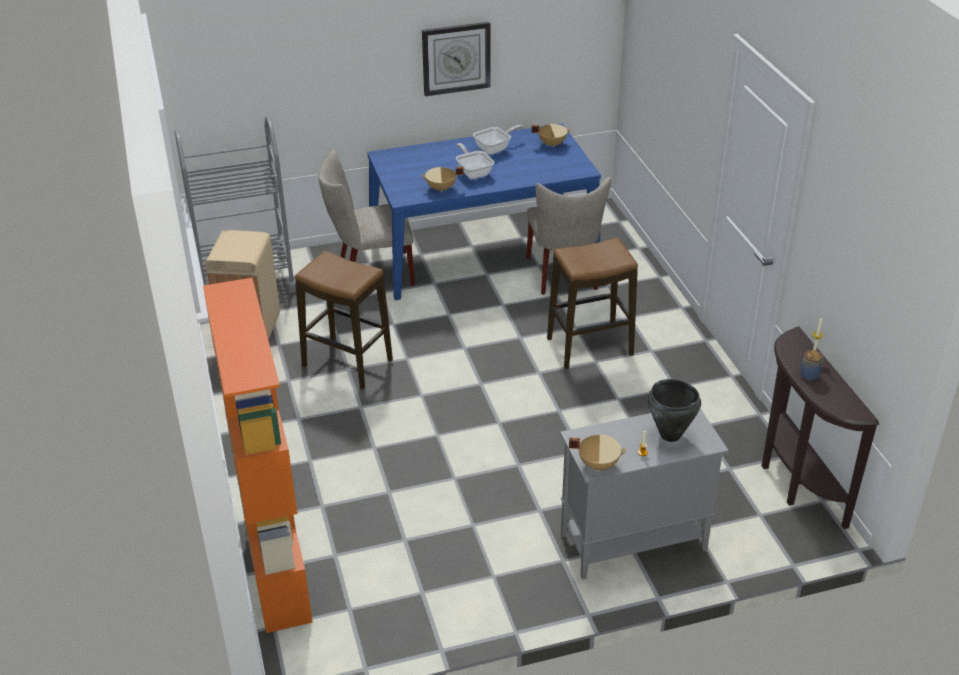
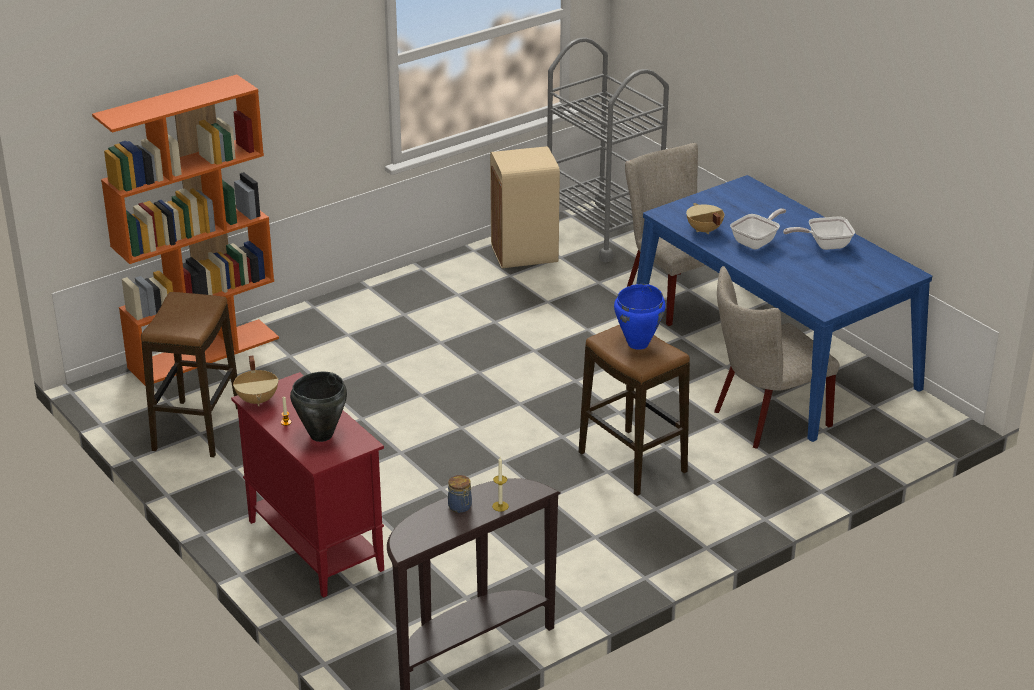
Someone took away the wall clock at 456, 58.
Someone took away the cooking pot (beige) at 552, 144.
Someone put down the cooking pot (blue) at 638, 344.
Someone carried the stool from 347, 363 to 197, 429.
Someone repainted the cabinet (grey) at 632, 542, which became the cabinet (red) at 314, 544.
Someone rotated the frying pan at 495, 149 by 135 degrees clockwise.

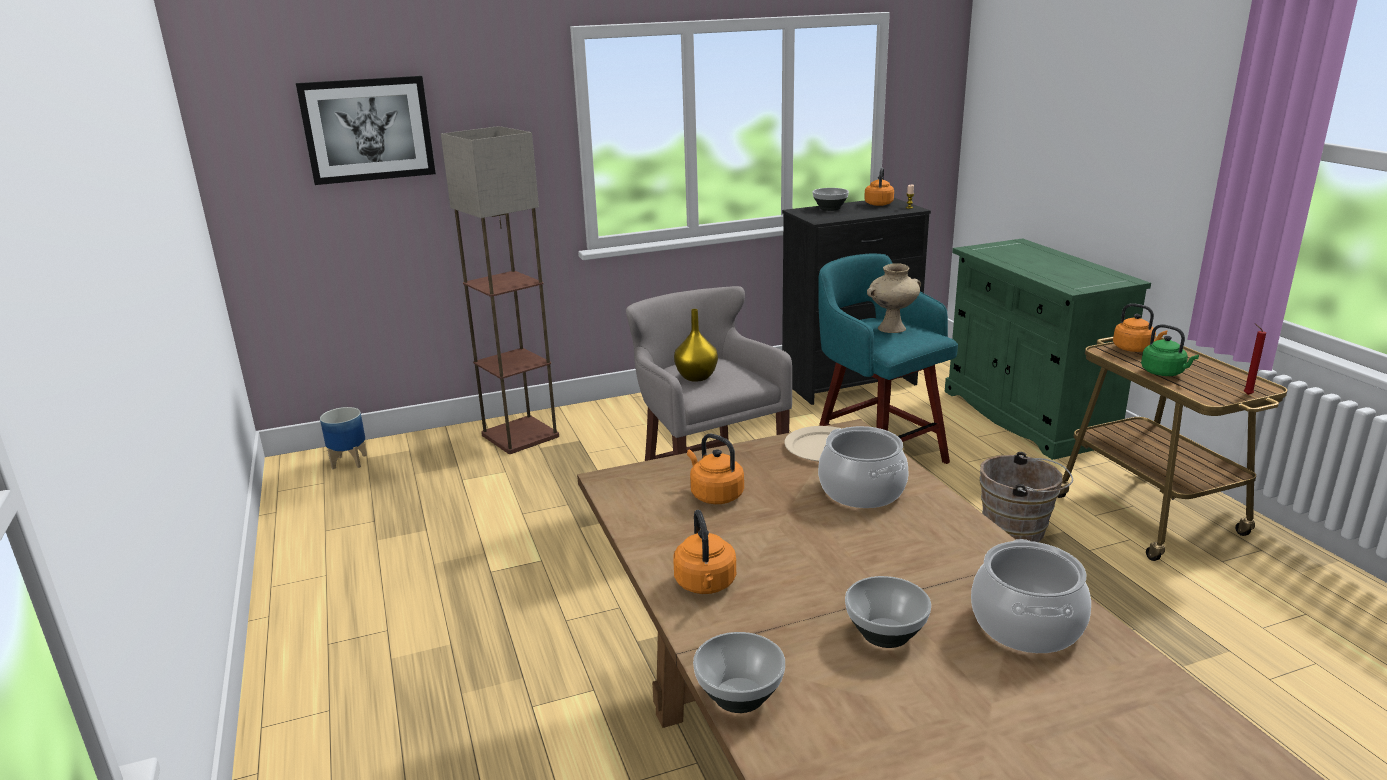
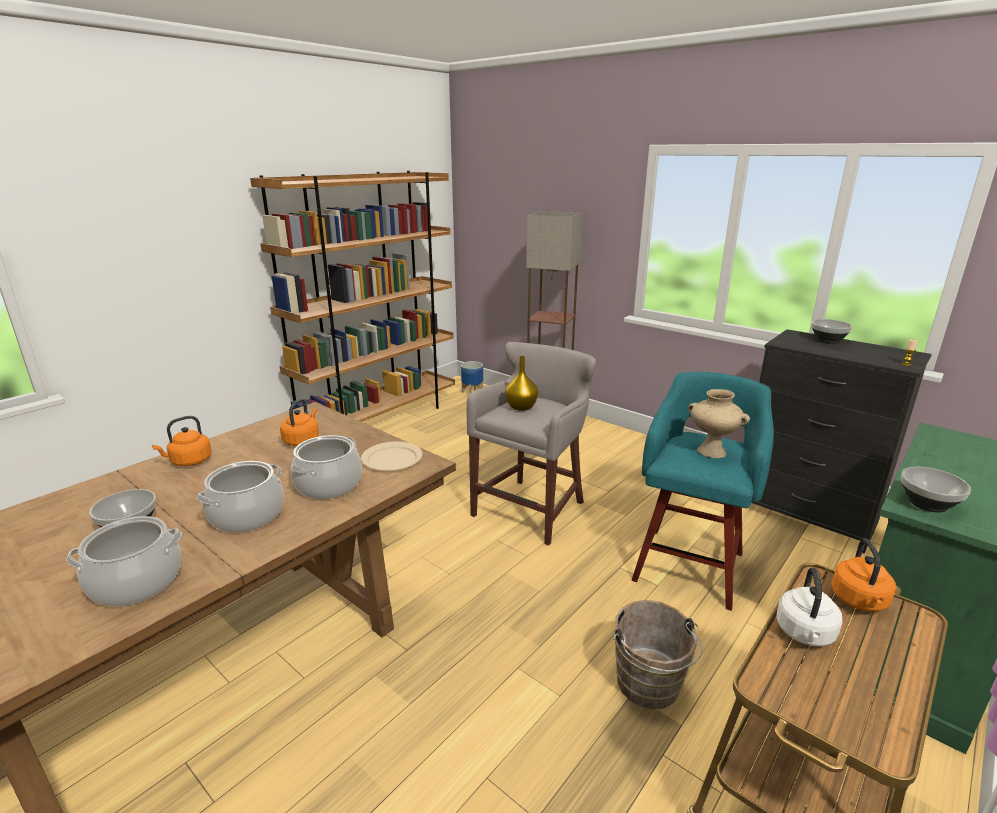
Someone took away the picture at 368, 129.
Someone took away the kettle (orange) at 879, 204.
Someone took away the candle (red) at 1246, 394.
Someone put down the cooking pot at 247, 515.
Someone put down the bookcase (brown) at 380, 419.
Someone carried the bowl from 738, 695 to 926, 503.
Someone repainted the kettle (green) at 1164, 373, which became the kettle (white) at 805, 634.

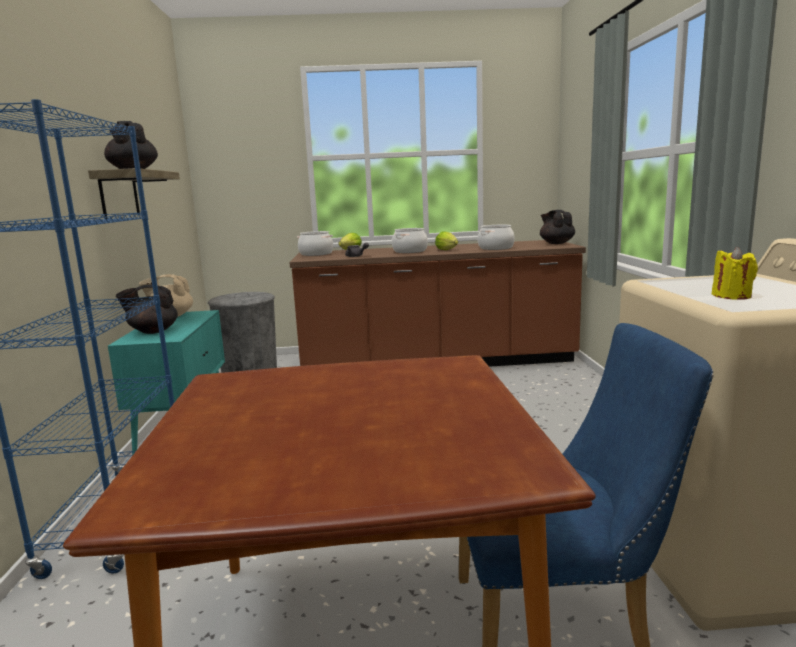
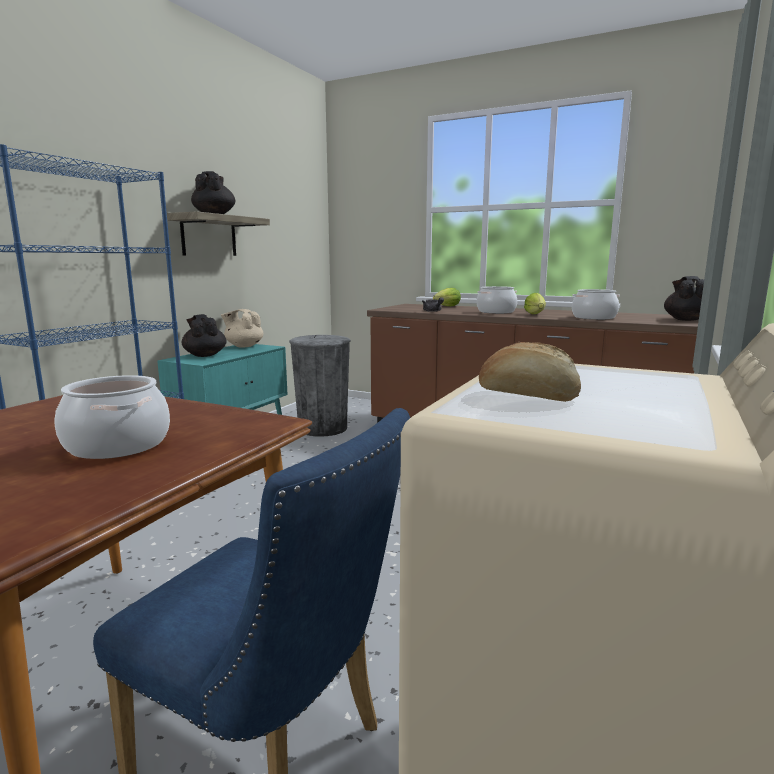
Someone carried the cooking pot from 316, 254 to 118, 445.
Someone swapped the candle (yellow) at 731, 296 for the bread at 527, 395.
Someone rotated the teapot (black) at 152, 331 by 45 degrees clockwise.

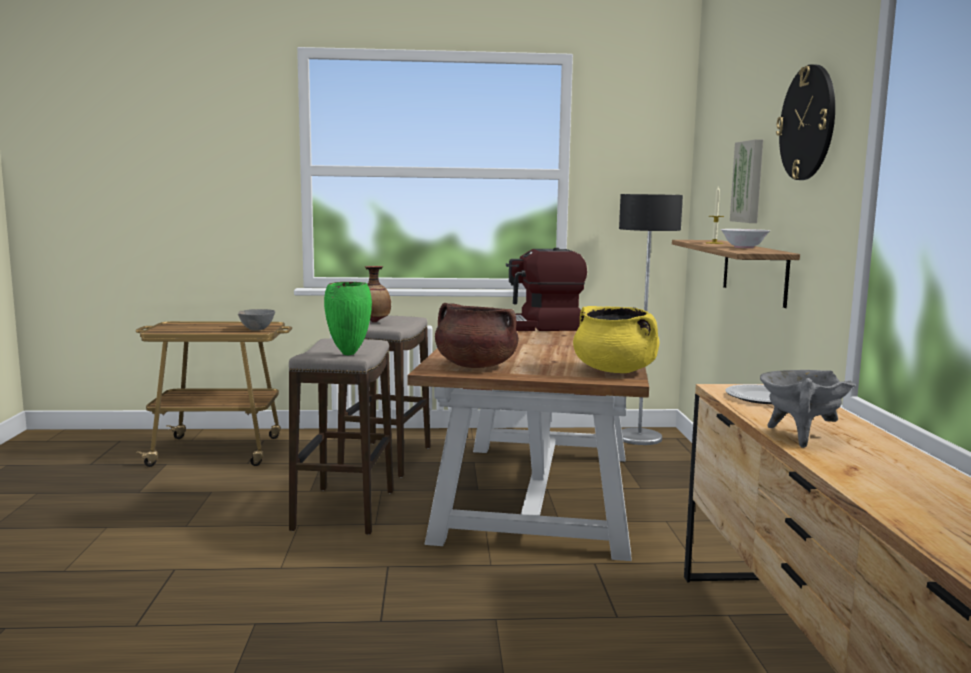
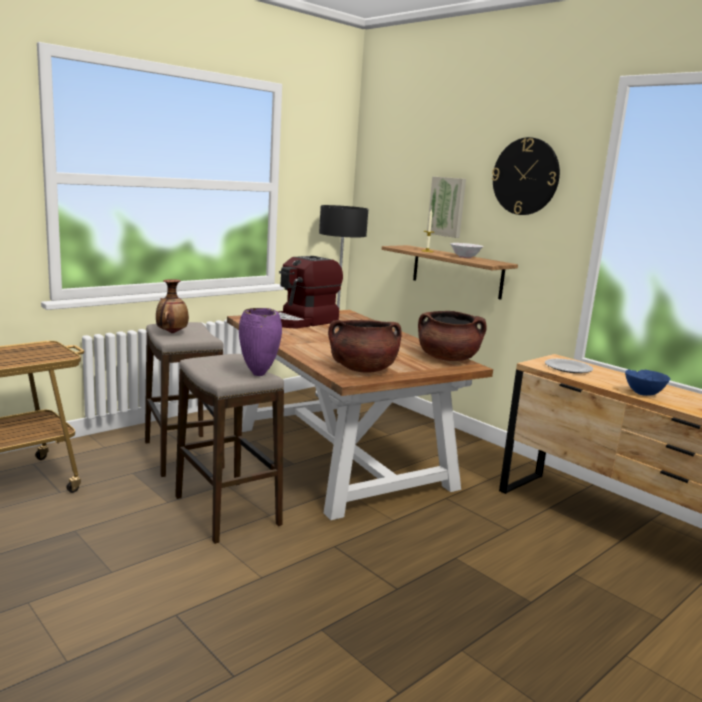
Someone took away the bowl (grey) at 256, 329.
Someone swapped the cooking pot (grey) at 800, 436 for the bowl (blue) at 643, 394.
Someone repainted the vase (green) at 349, 354, which became the vase (purple) at 259, 374.
Someone repainted the cooking pot (yellow) at 615, 371, which became the cooking pot (brown) at 448, 359.

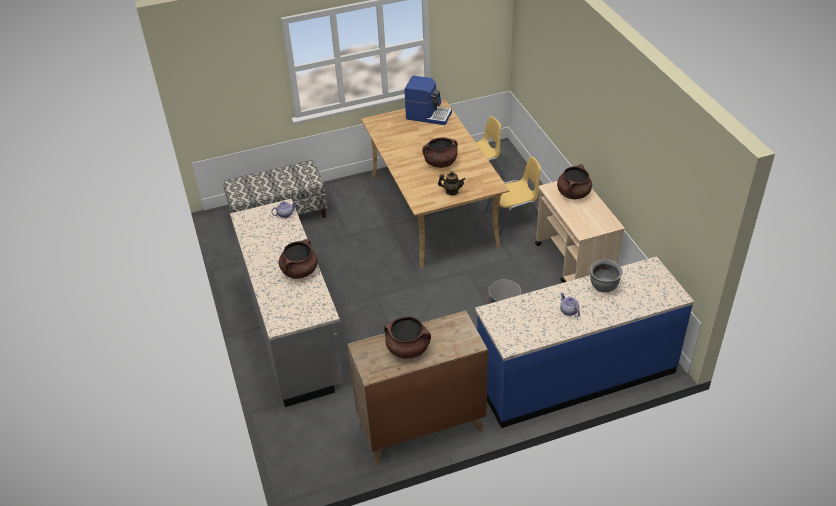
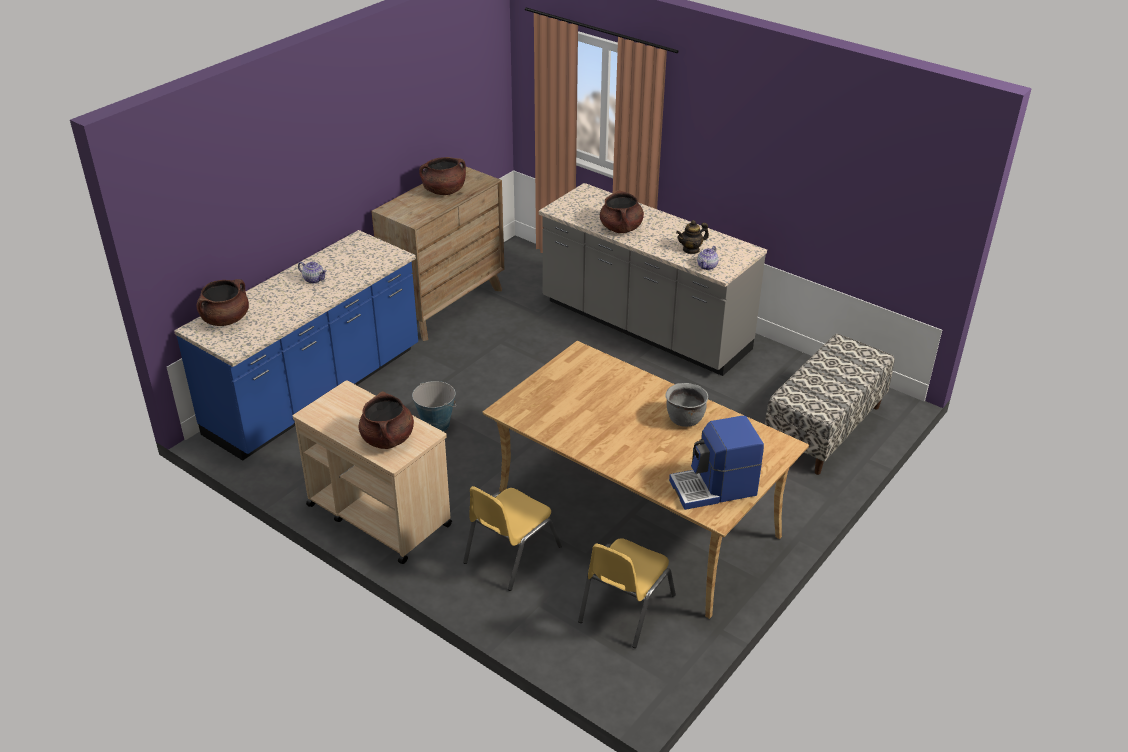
Someone carried the cooking pot (brown) from 440, 163 to 225, 319.
Someone carried the teapot from 451, 192 to 691, 249.
Someone carried the cooking pot (grey) from 604, 286 to 684, 419.

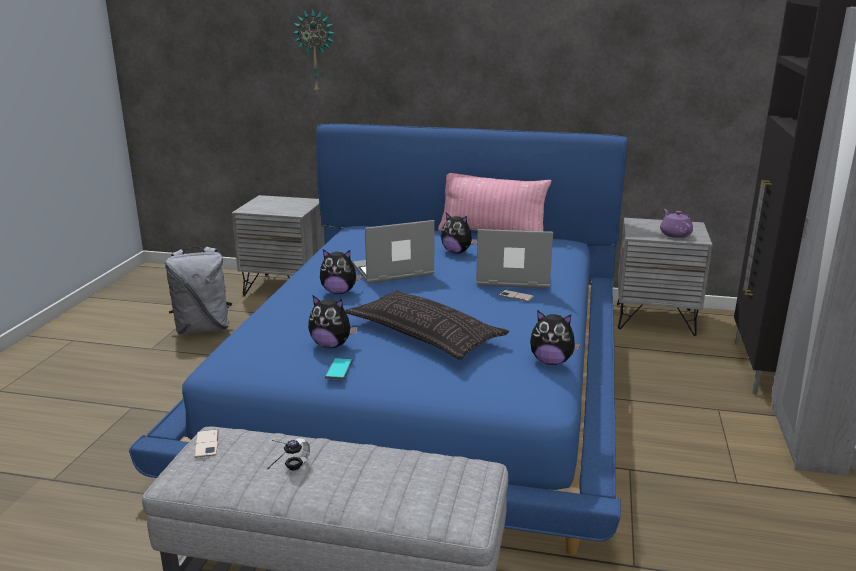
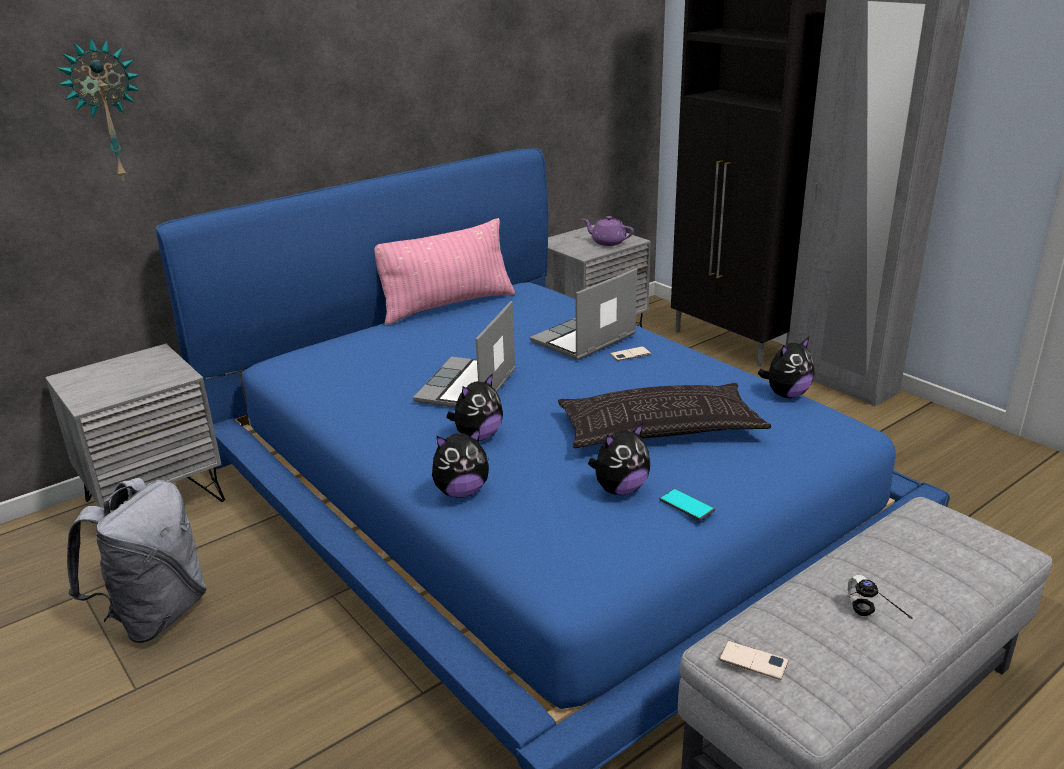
Someone carried the plush toy from 457, 252 to 461, 492.

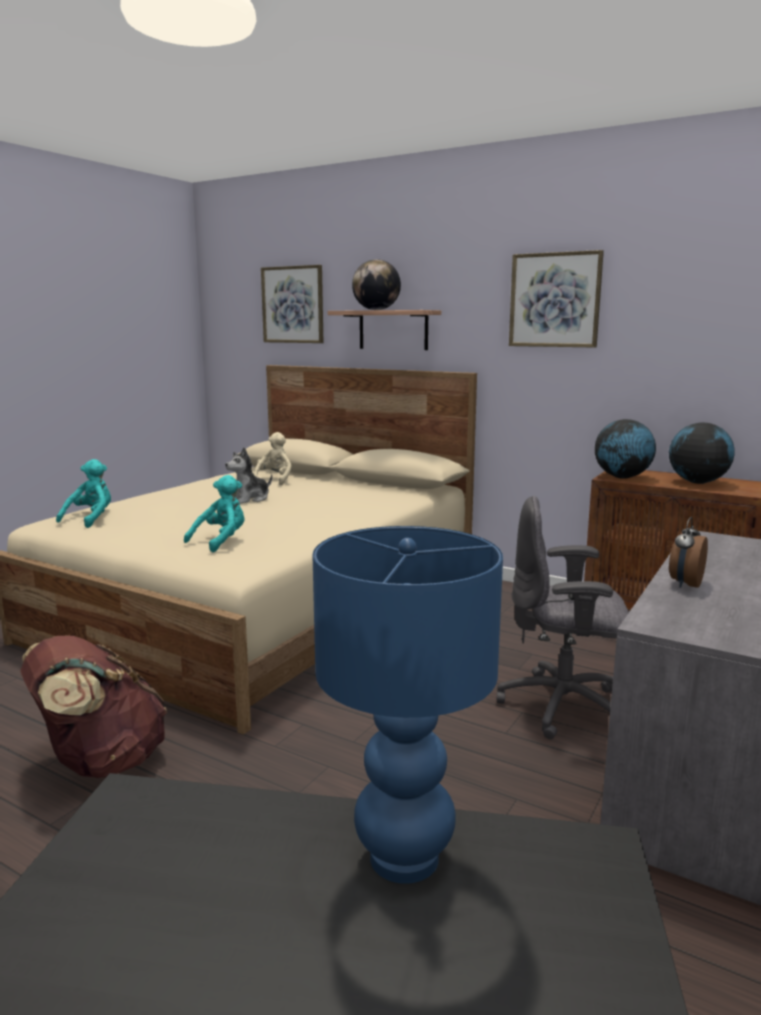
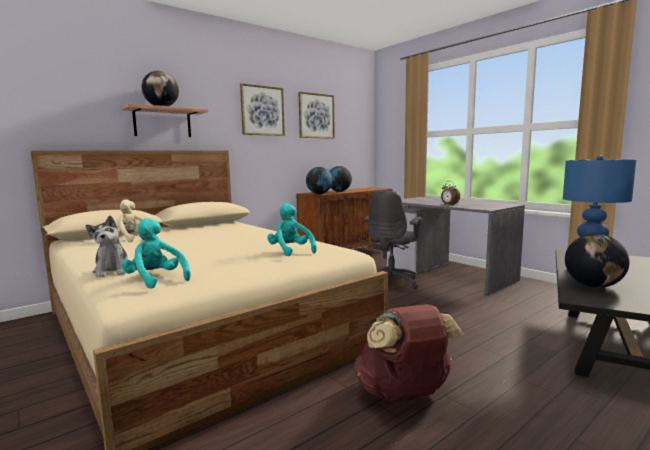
Someone put down the globe at 593, 286.
Someone carried the plush toy from 250, 499 to 113, 271.
Someone carried the picture from 293, 305 to 316, 116.

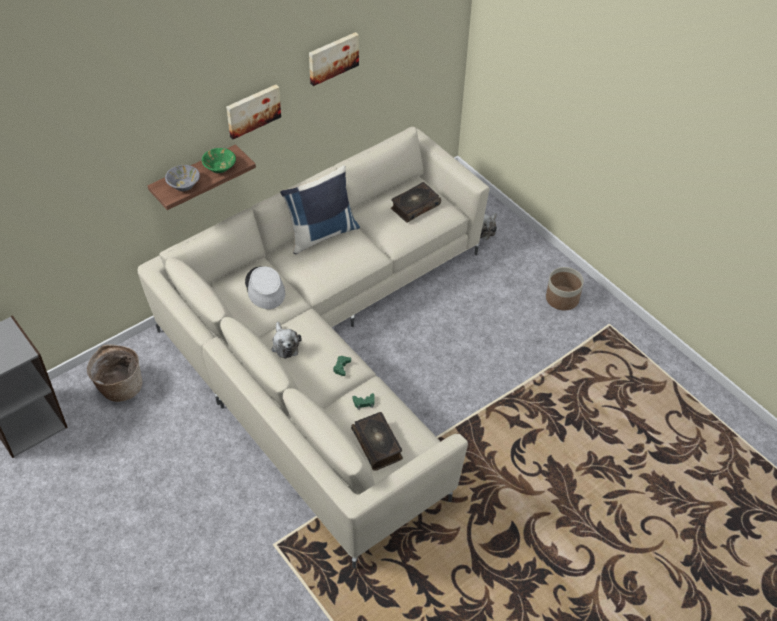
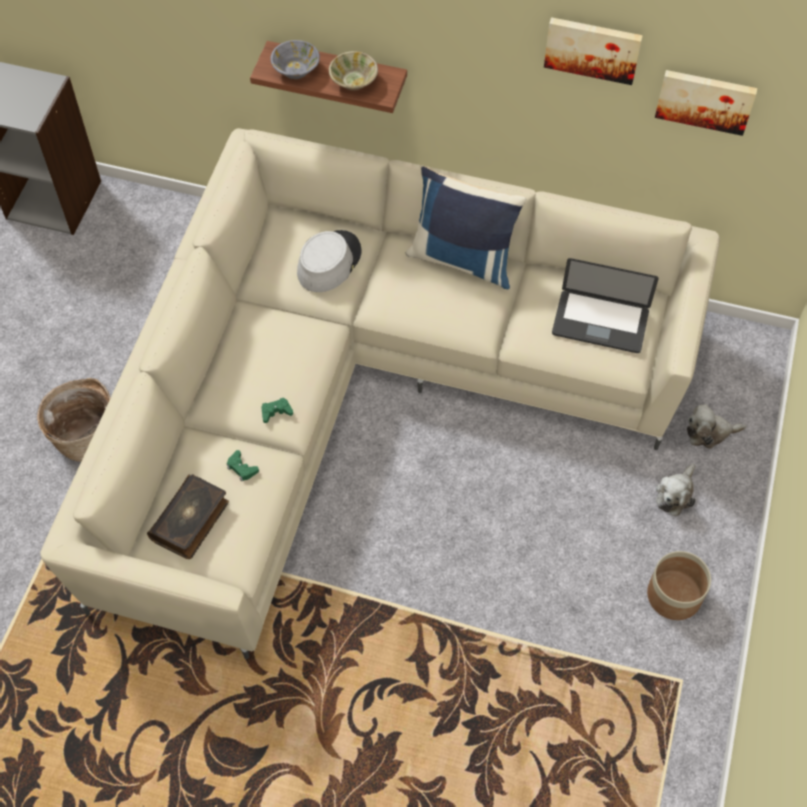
Someone carried the basket from 119, 387 to 86, 436.
Someone carried the picture from 252, 110 to 705, 100.
Someone carried the plush toy from 284, 345 to 675, 494.
Someone swapped the book at 414, 206 for the laptop at 600, 322.
Someone repainted the bowl (green) at 220, 168, which became the bowl (beige) at 353, 81.

